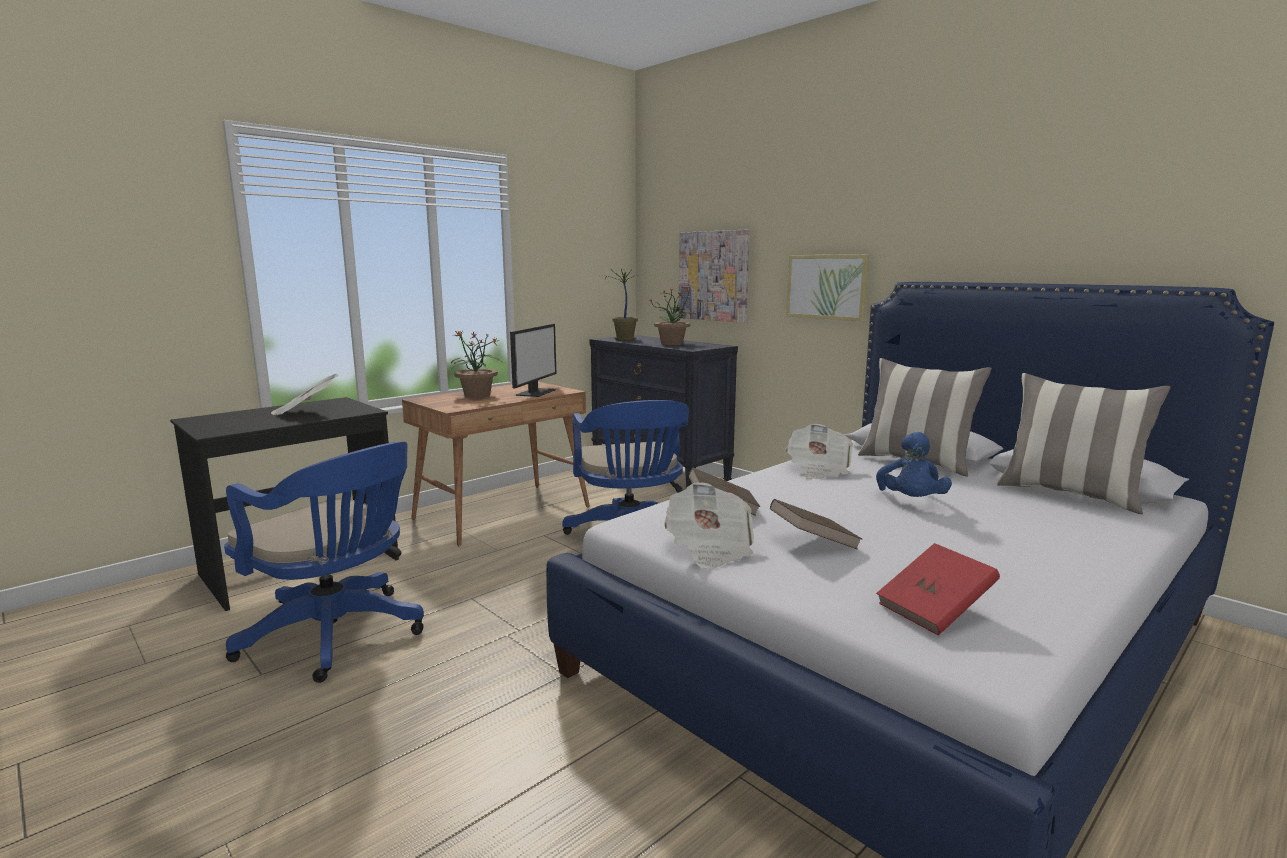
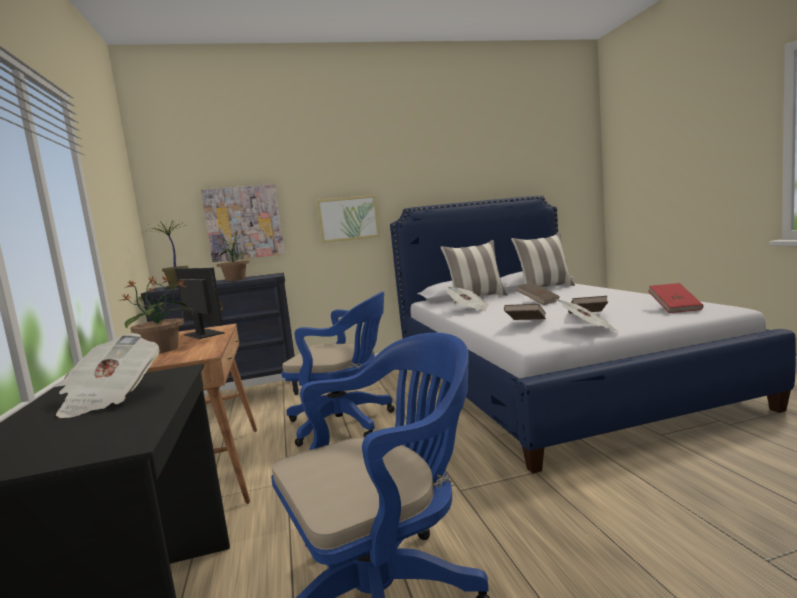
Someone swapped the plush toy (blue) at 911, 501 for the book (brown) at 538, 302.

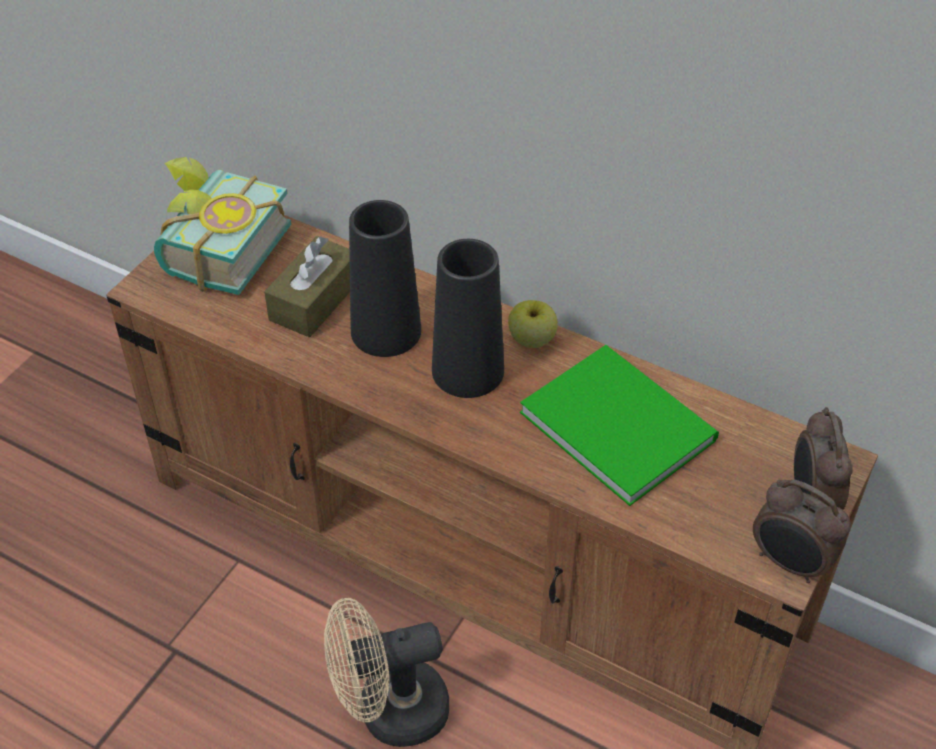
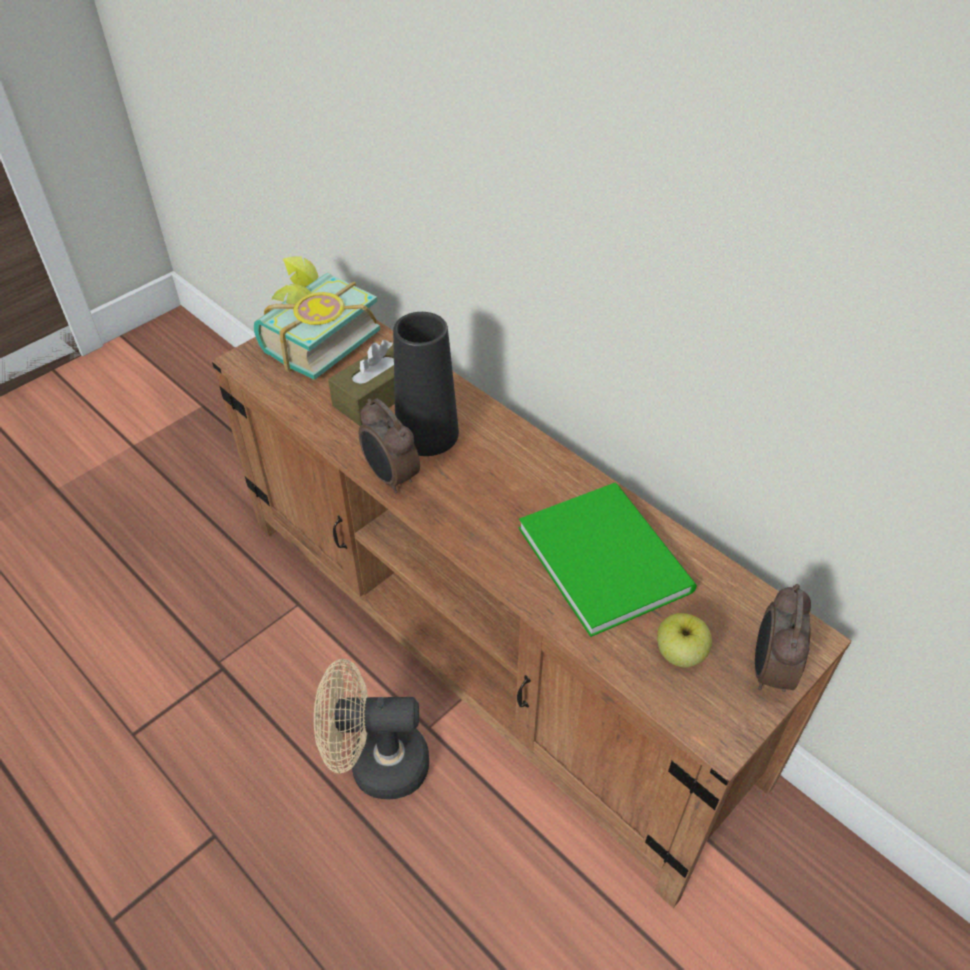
Someone took away the vase (black) at 468, 371.
Someone carried the apple from 531, 340 to 679, 654.
Someone carried the alarm clock from 789, 563 to 390, 477.

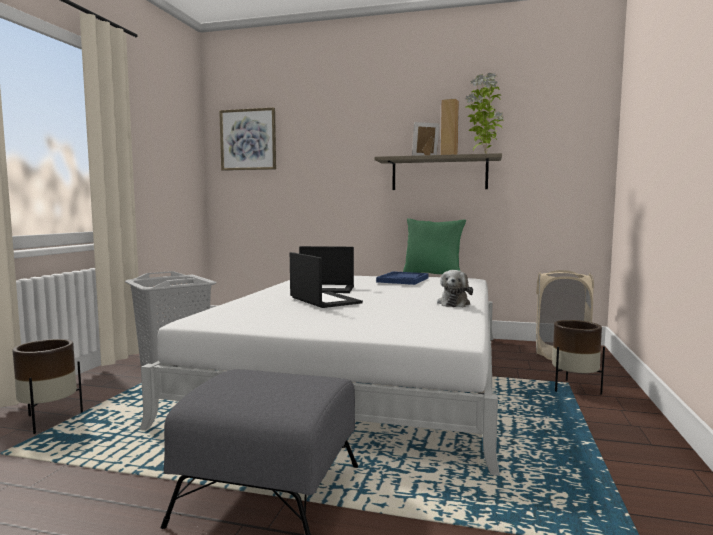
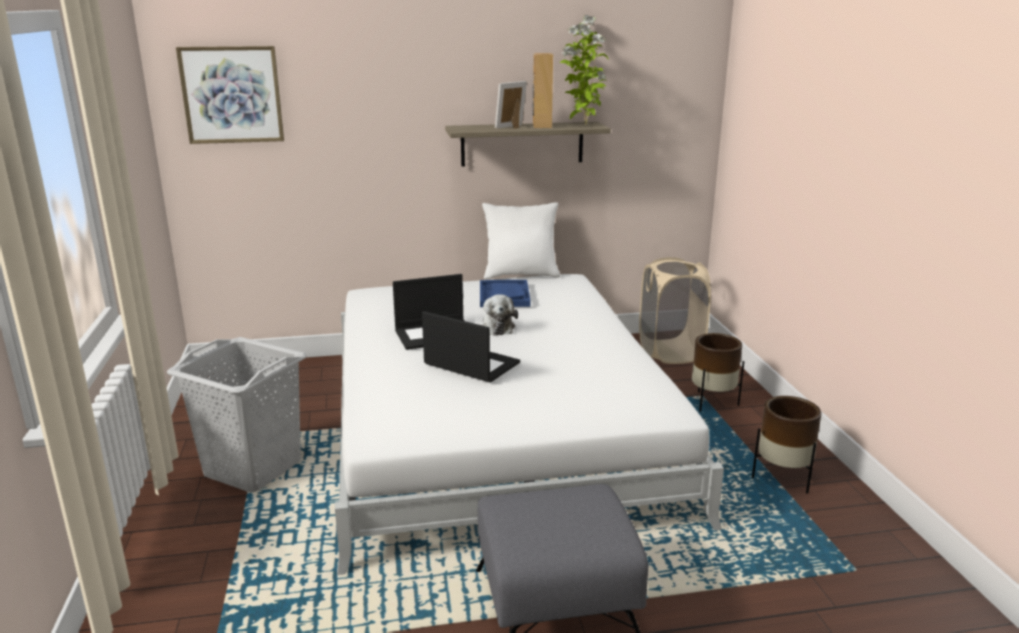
Someone carried the planter (brown) from 48, 420 to 782, 478.
Someone carried the plush toy from 454, 303 to 497, 327.
Someone repainted the pillow (green) at 432, 275, which became the pillow (white) at 521, 275.

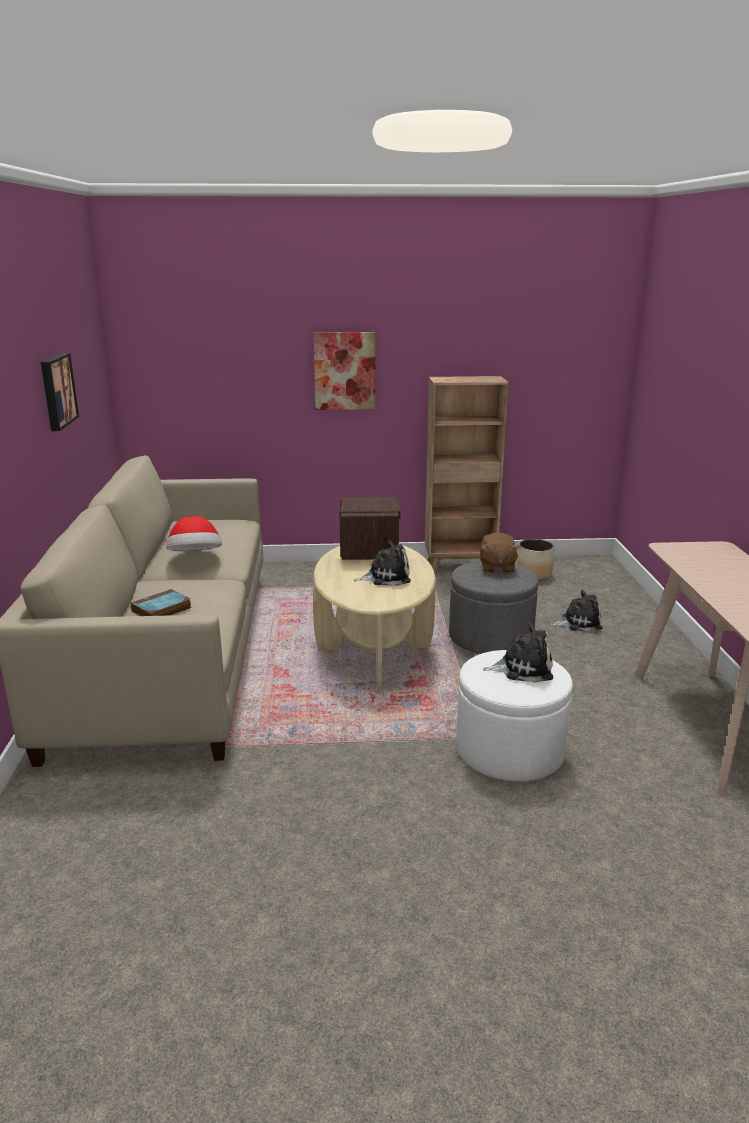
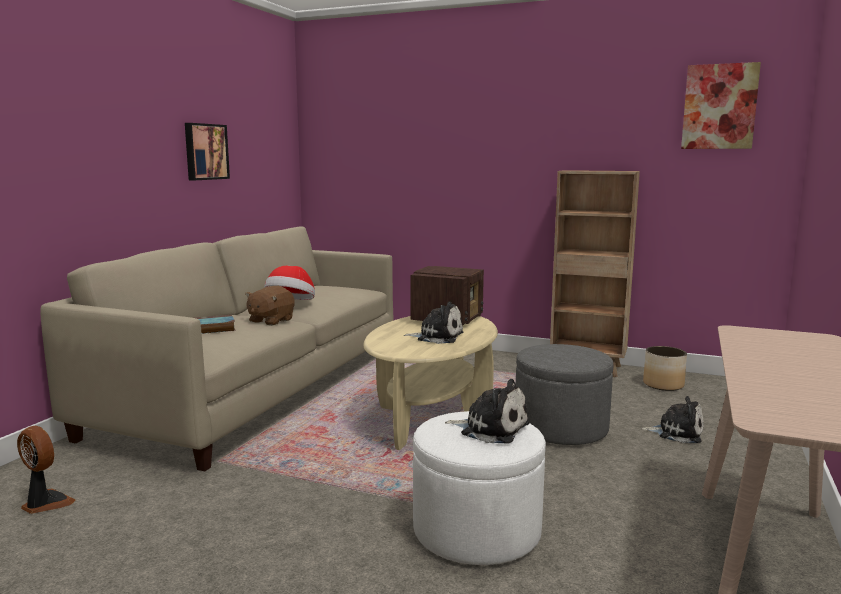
Someone put down the fan at 45, 503.
Someone carried the picture from 344, 371 to 719, 107.
Someone carried the plush toy (brown) from 497, 567 to 270, 321.

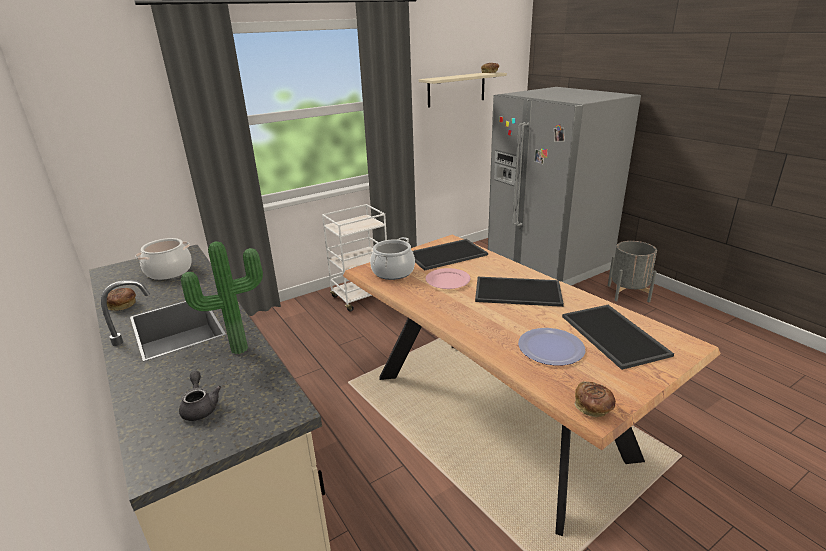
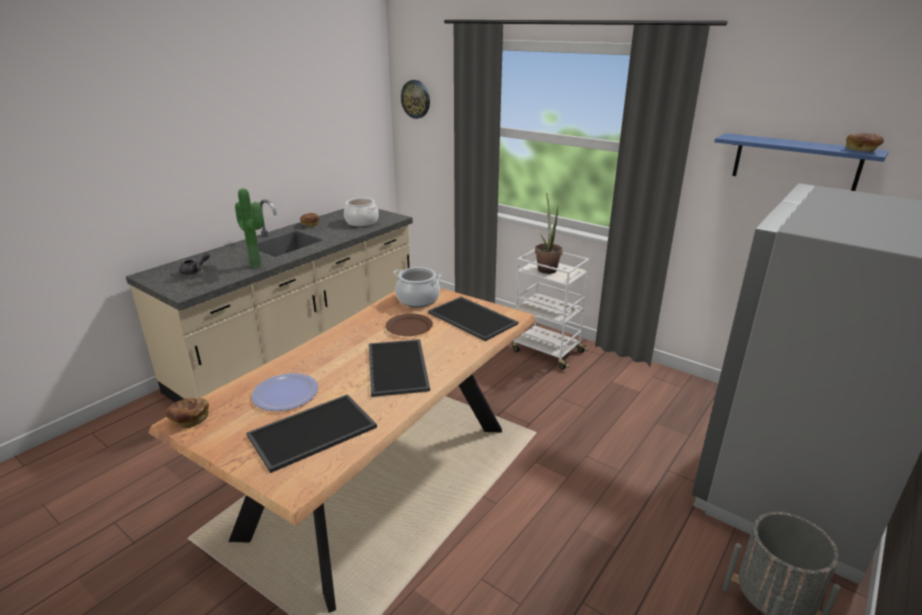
Someone put up the wall clock at 416, 99.
Someone put down the potted plant at 546, 268.
Someone repainted the shelf (beige) at 456, 89, which became the shelf (blue) at 795, 162.
Someone repainted the plate (pink) at 448, 281, which became the plate (brown) at 409, 327.

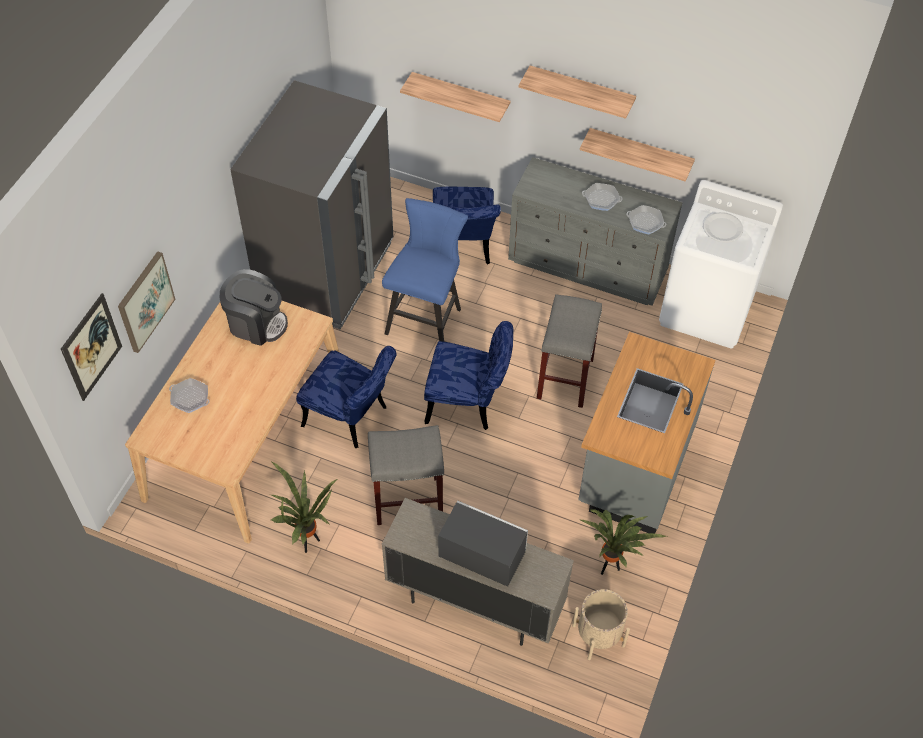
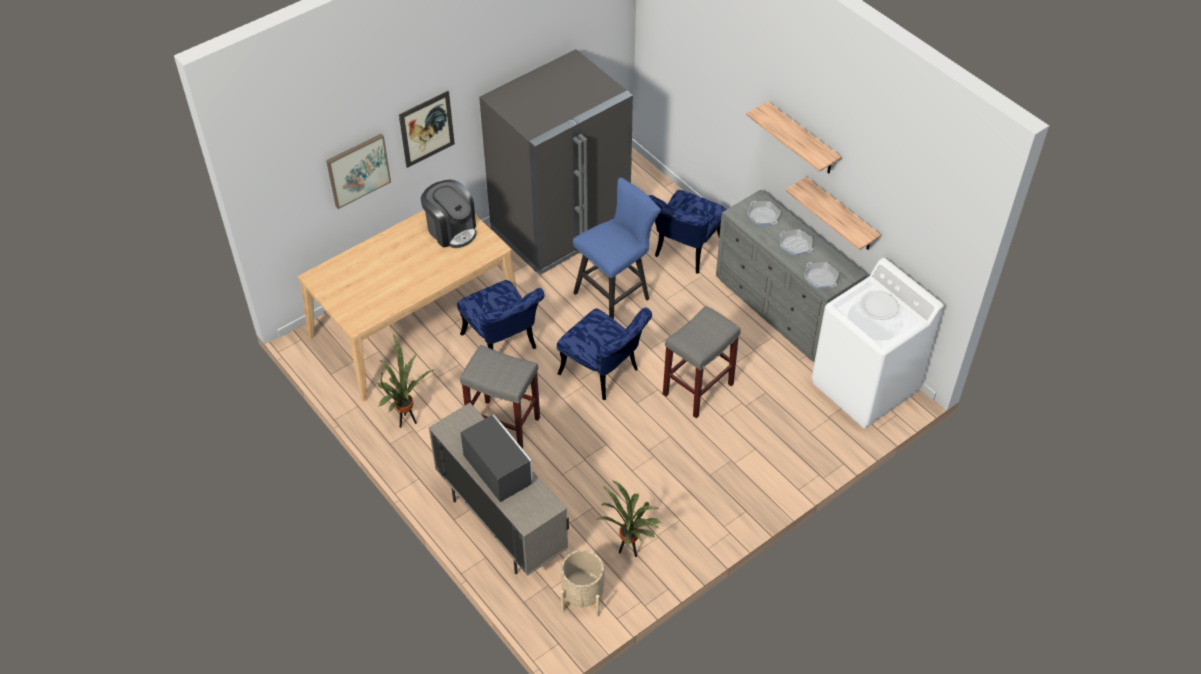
Someone took away the shelf at 460, 97.
Someone took away the counter (grey) at 635, 465.
Someone carried the picture from 91, 347 to 427, 129.
Someone carried the frying pan from 190, 398 to 763, 216.

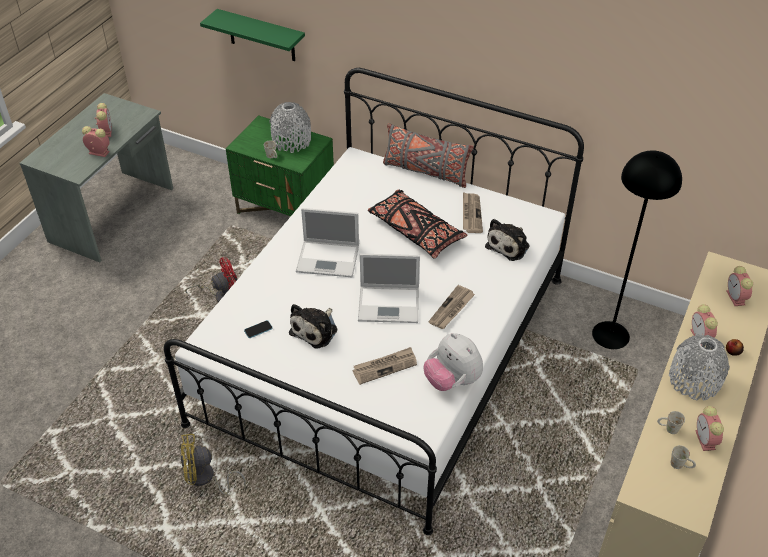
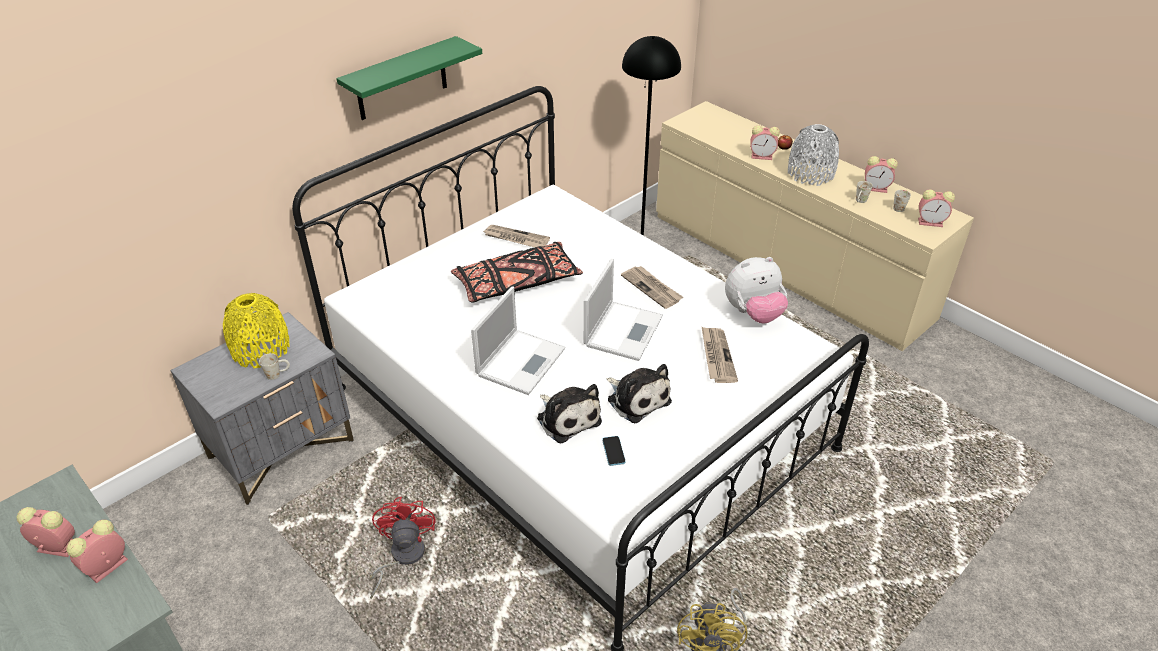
Someone took away the pillow (grey) at 425, 171.
Someone carried the shelf (green) from 261, 36 to 401, 79.
Someone carried the plush toy from 509, 245 to 567, 418.
Someone carried the alarm clock from 736, 298 to 931, 222.
Someone repainted the nightstand (green) at 286, 209, which became the nightstand (grey) at 282, 448.
Someone repainted the vase (grey) at 291, 141, which became the vase (yellow) at 261, 349.

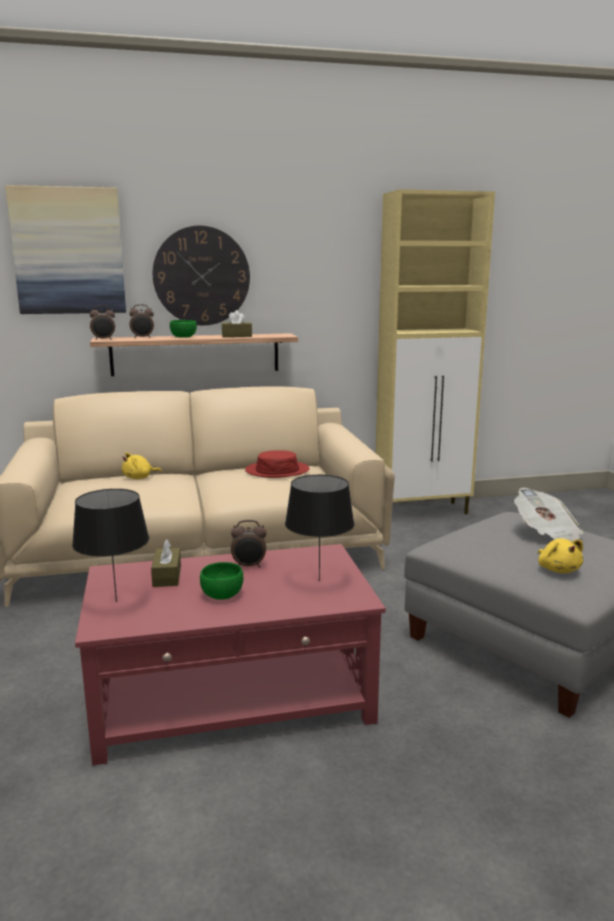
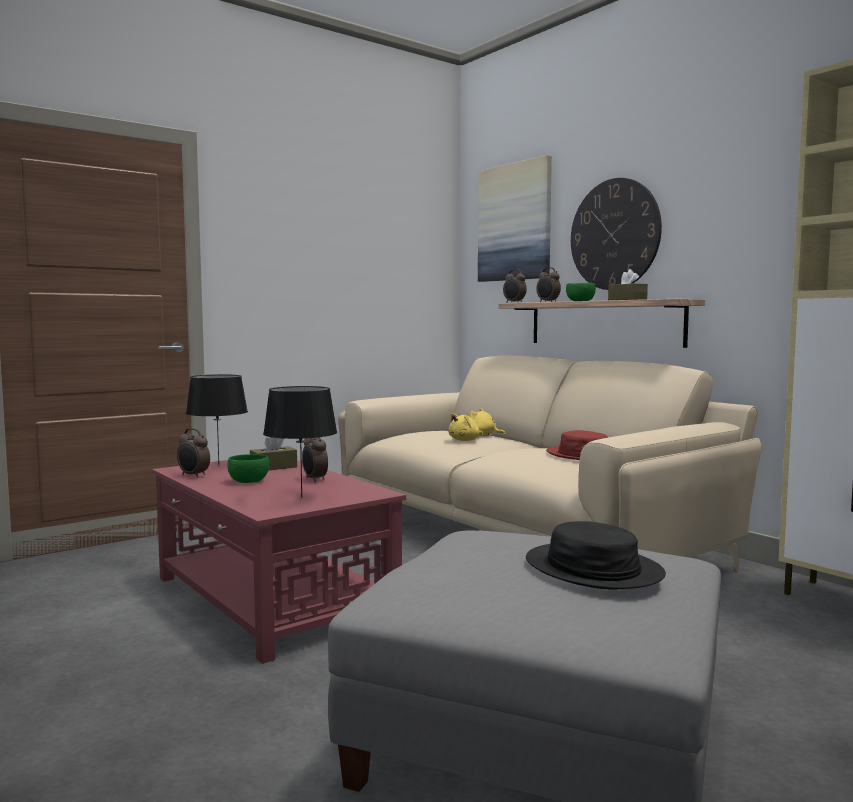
Someone put down the alarm clock at 193, 475.
Someone carried the plush toy (yellow) from 558, 569 to 465, 440.
Someone swapped the newspaper at 547, 534 for the hat (black) at 592, 569.

